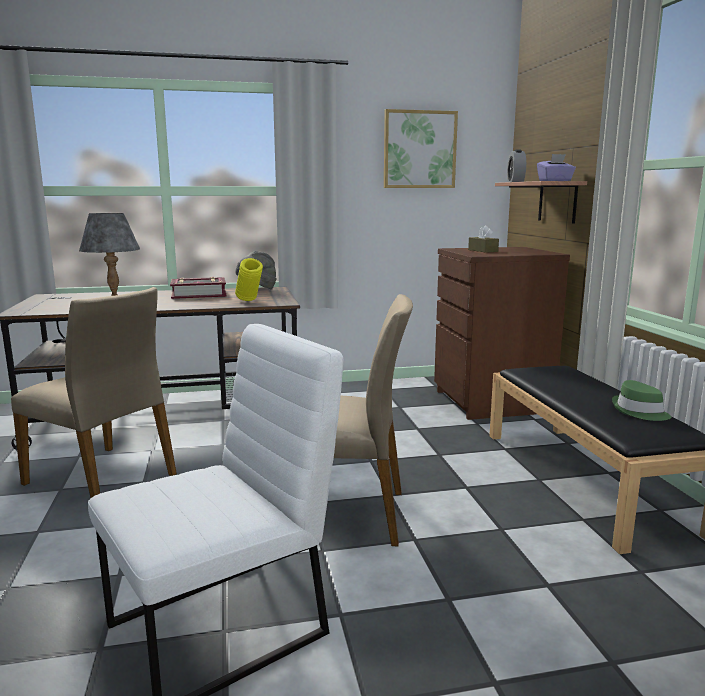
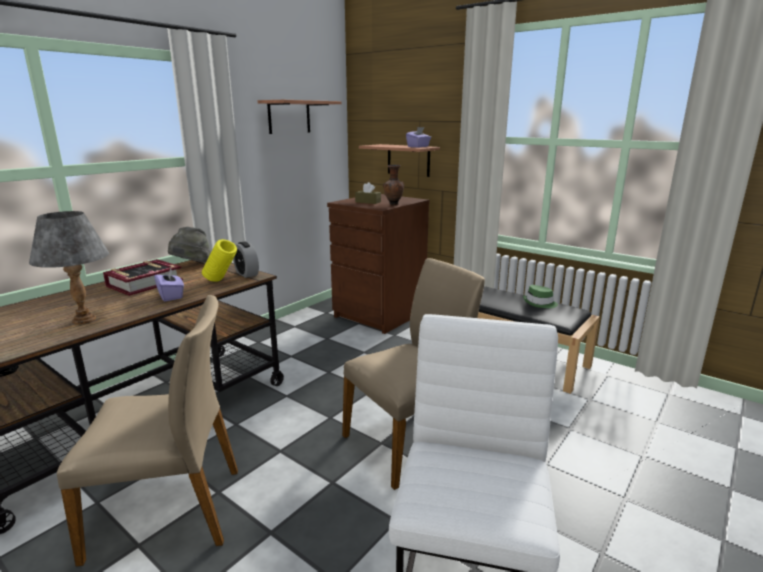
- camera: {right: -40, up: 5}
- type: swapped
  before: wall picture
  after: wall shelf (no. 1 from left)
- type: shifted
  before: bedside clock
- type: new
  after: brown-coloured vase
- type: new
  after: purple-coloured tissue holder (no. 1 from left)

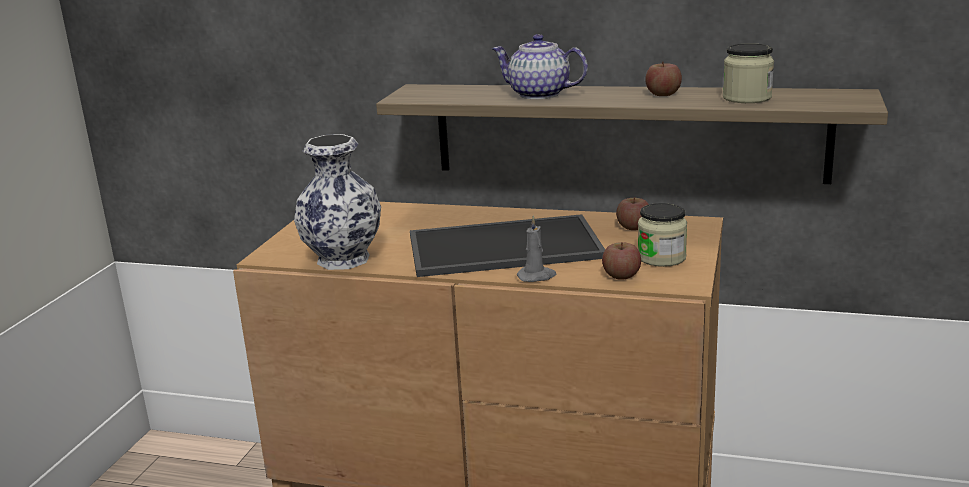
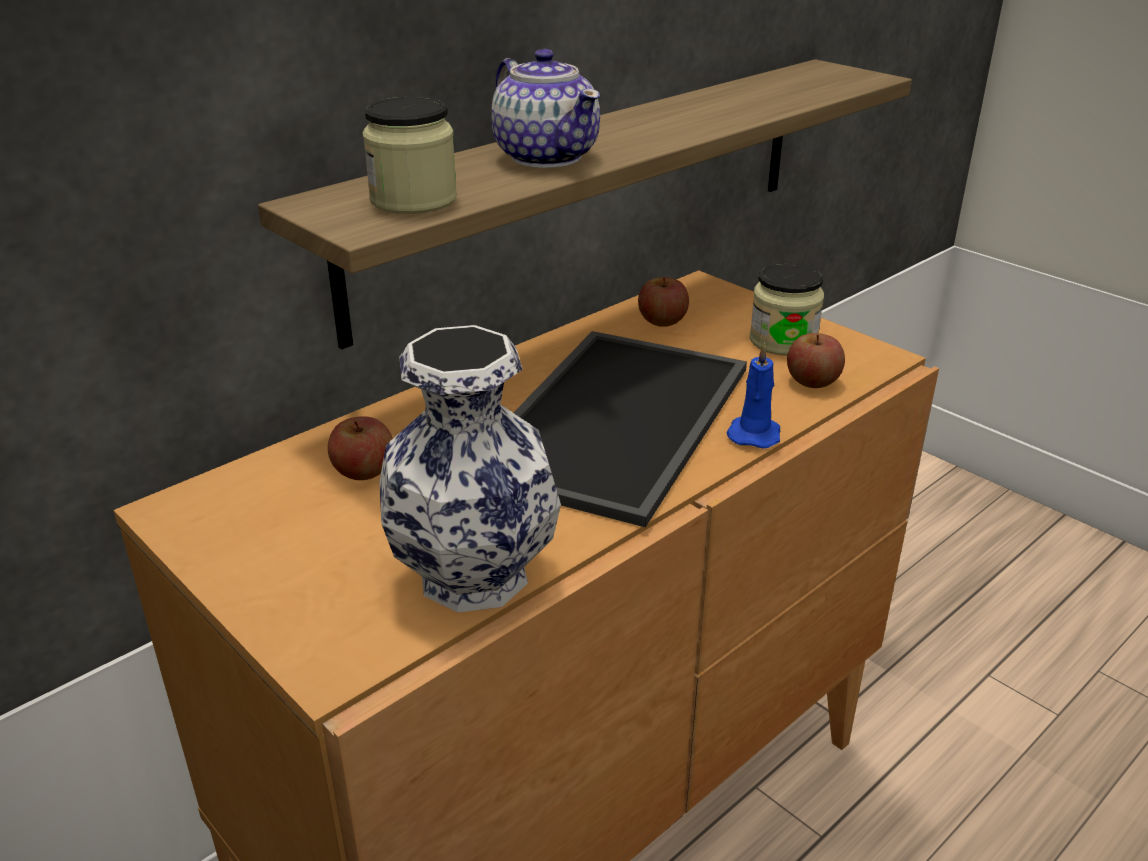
- camera: {right: -60, up: 10}
- type: rotated
  before: pot for tea
  turn: -90
- type: shifted
  before: jar (no. 2 from left in the first image)
  after: jar (no. 1 from left)
- type: shifted
  before: apple (no. 3 from left in the first image)
  after: apple (no. 1 from left)
- type: repainted
  before: gray candle
  after: bluish candle

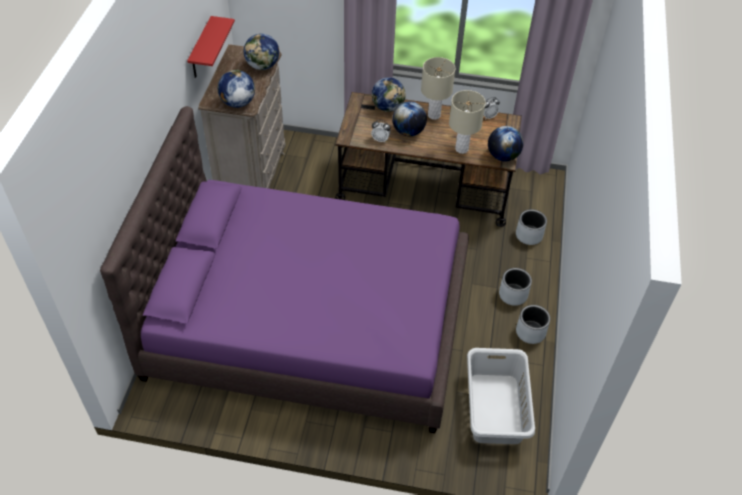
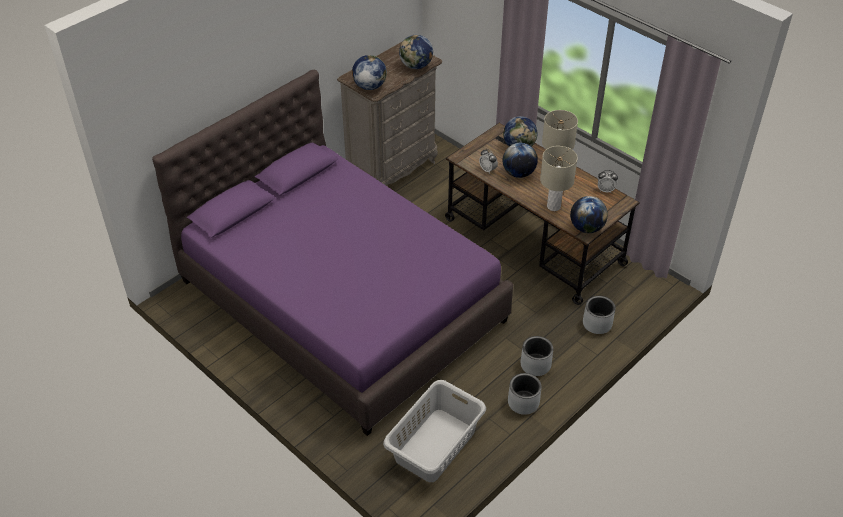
- camera: {right: 35, up: -5}
- type: gone
  before: red-coloured wall shelf

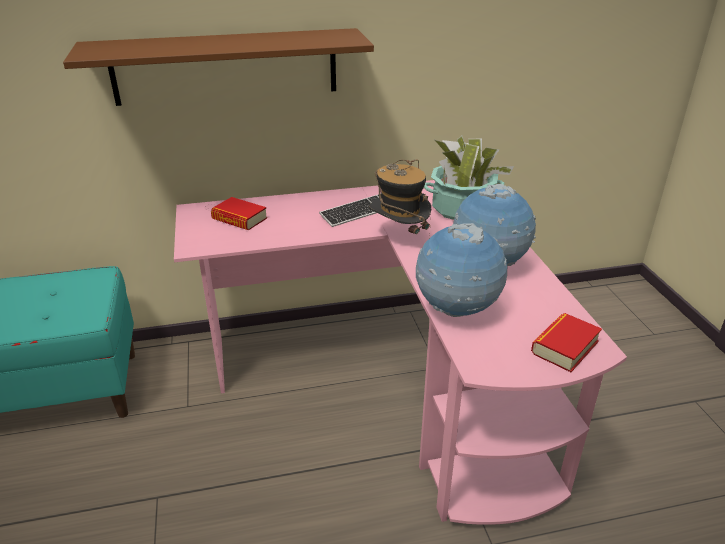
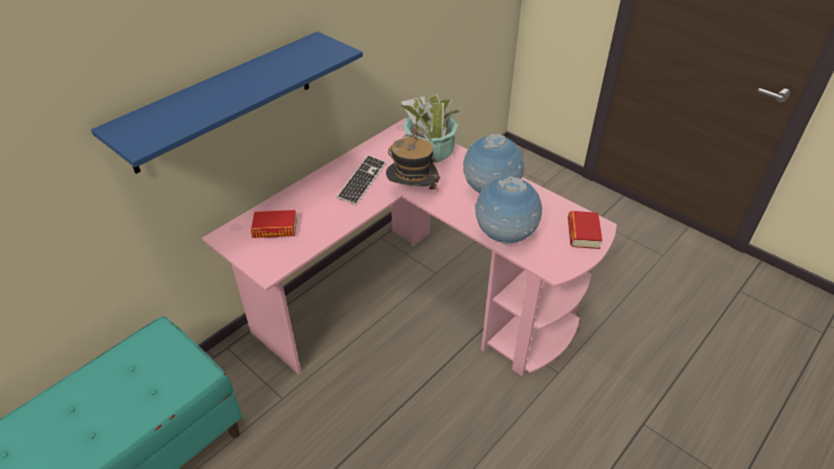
- camera: {right: -35, up: 10}
- type: repainted
  before: brown-coloured wall shelf
  after: bluish wall shelf

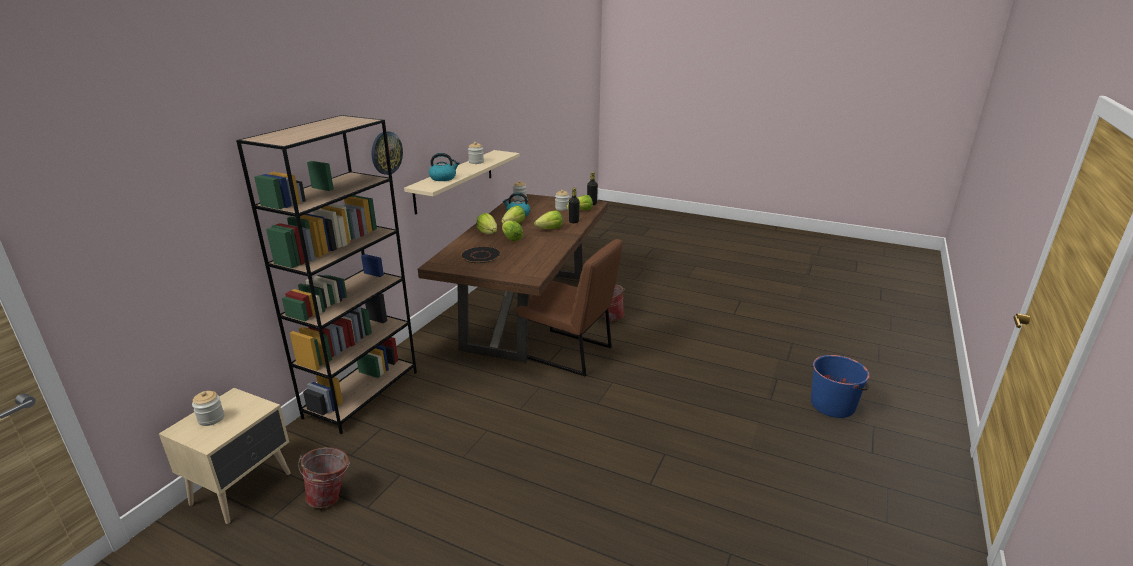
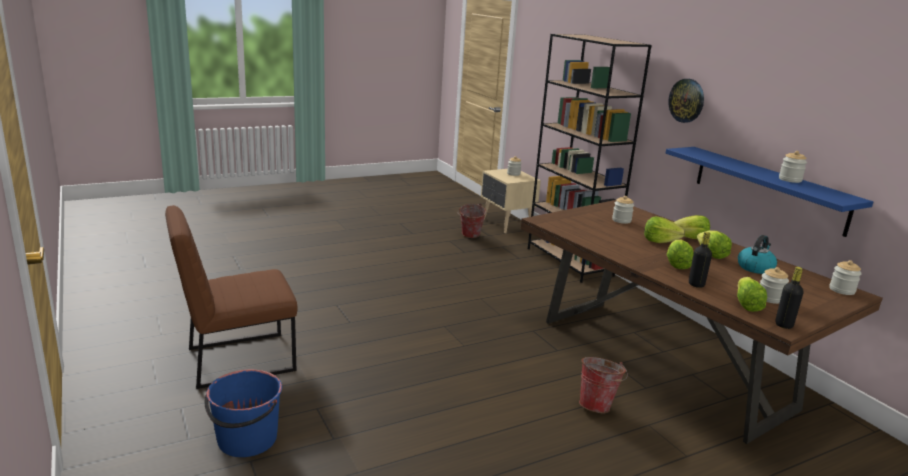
- camera: {right: 125, up: -5}
- type: repainted
  before: beige-coloured wall shelf
  after: bluish wall shelf
- type: gone
  before: water kettle (no. 1 from left)
- type: shifted
  before: brown-coloured plain chair
- type: swapped
  before: black plate
  after: jar (no. 2 from left)

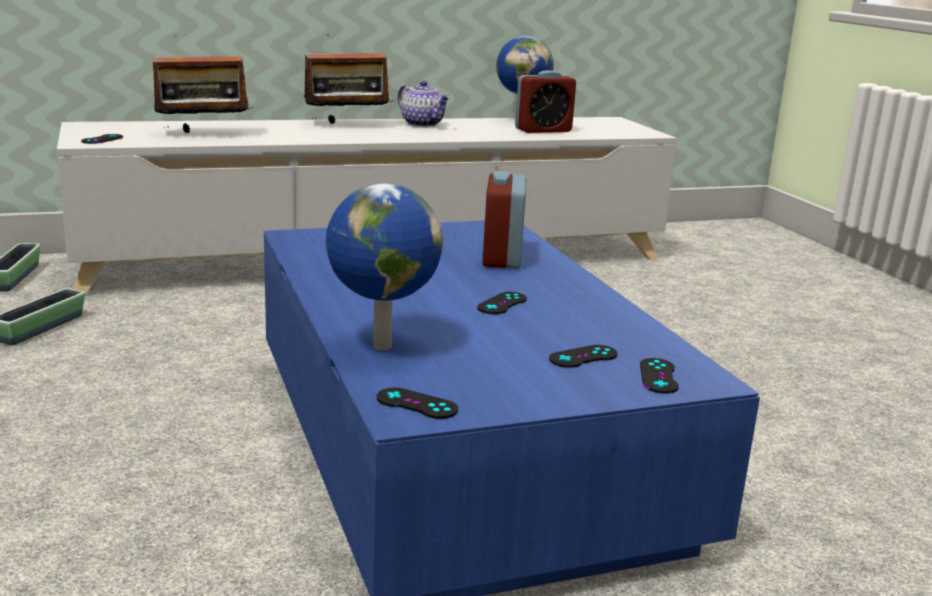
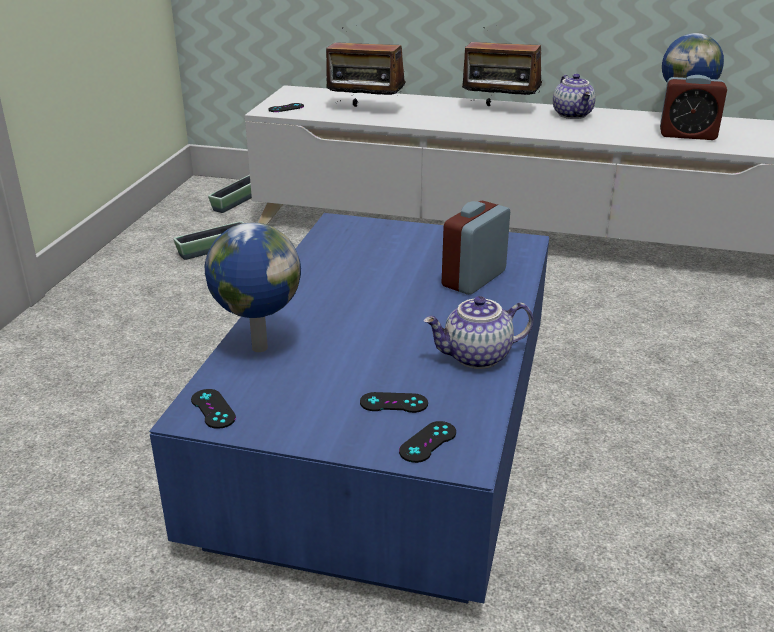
- camera: {right: 35, up: 10}
- type: gone
  before: black gamepad (no. 3 from left)
- type: new
  after: pot for tea (no. 1 from left)

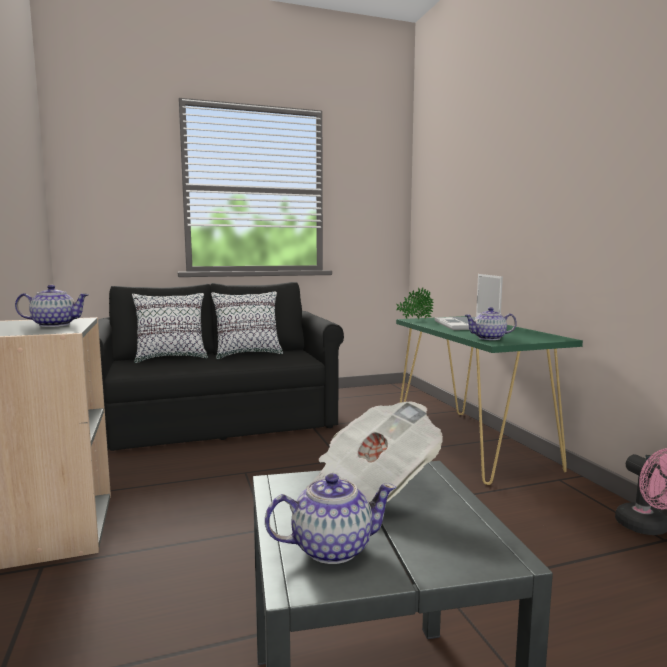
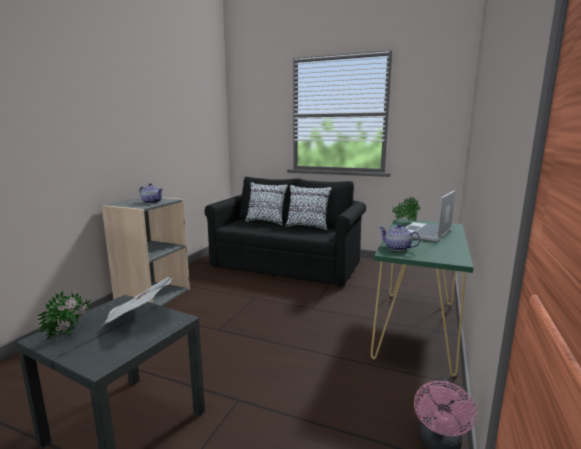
- camera: {right: 40, up: 5}
- type: swapped
  before: pot for tea (no. 2 from left)
  after: houseplant (no. 1 from left)

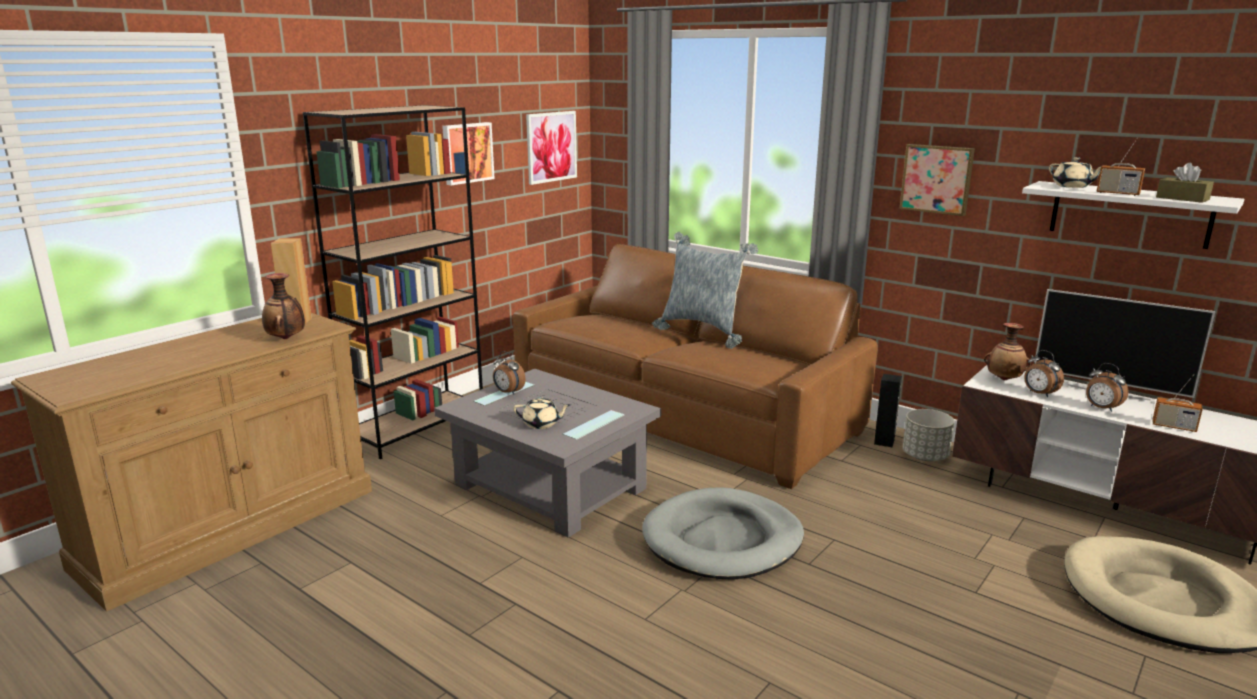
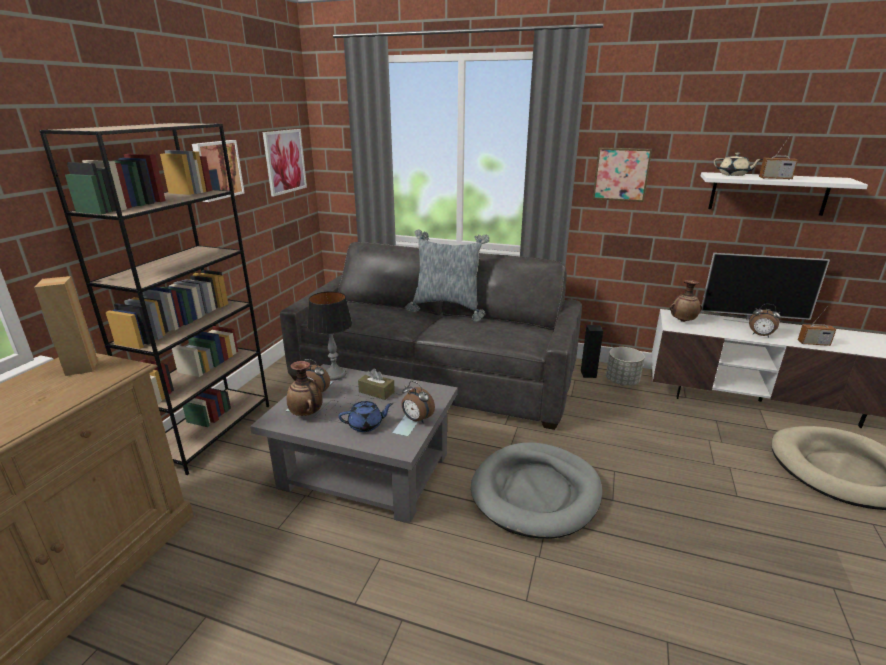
- camera: {right: -20, up: 5}
- type: shifted
  before: brown-coloured tissue holder
- type: repainted
  before: brown-coloured sofa
  after: gray sofa
- type: shifted
  before: vase (no. 1 from left)
- type: shifted
  before: bedside clock (no. 2 from left)
- type: repainted
  before: beige-coloured pot for tea (no. 1 from left)
  after: bluish pot for tea
- type: new
  after: table lamp

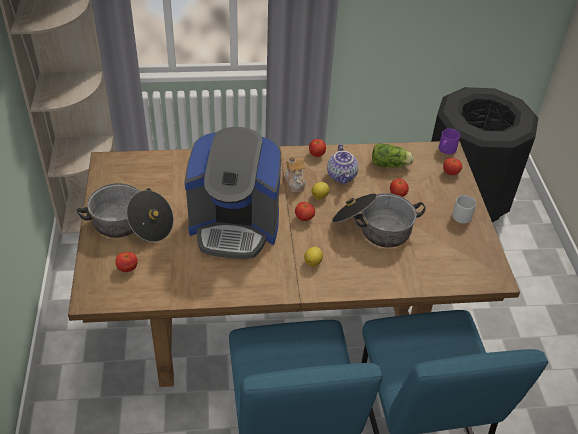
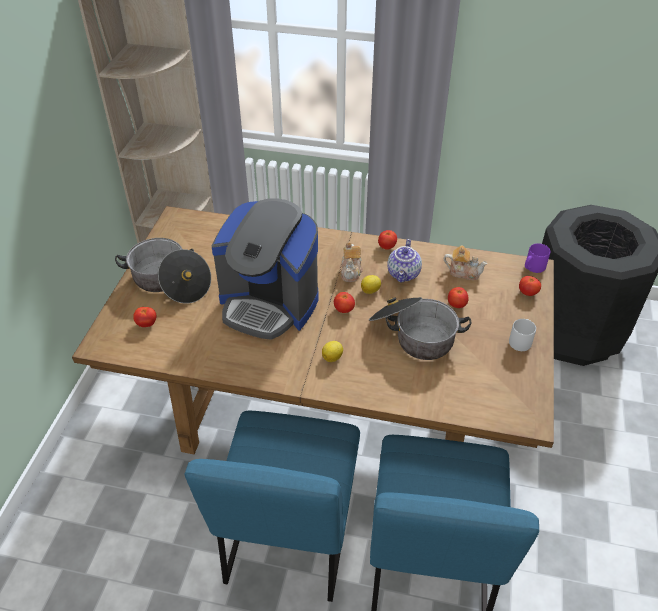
- camera: {right: 20, up: 0}
- type: swapped
  before: head of lettuce
  after: pot for tea (no. 3 from left)

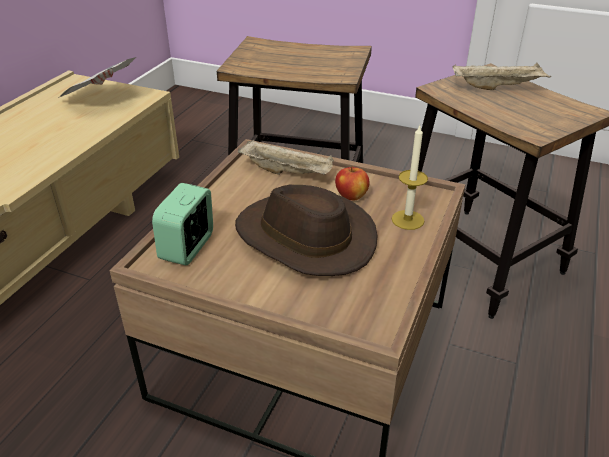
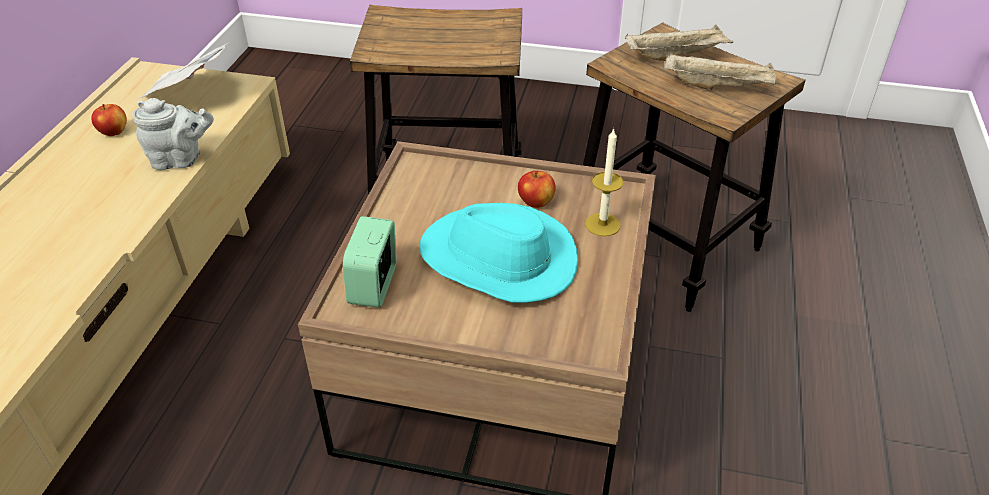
- camera: {right: -10, up: 5}
- type: shifted
  before: beige-coloured tray (no. 1 from left in the first image)
  after: beige-coloured tray (no. 2 from left)
- type: repainted
  before: brown-coloured clothing hat
  after: blue-green clothing hat
- type: new
  after: gray pot for tea
- type: new
  after: apple (no. 1 from left)

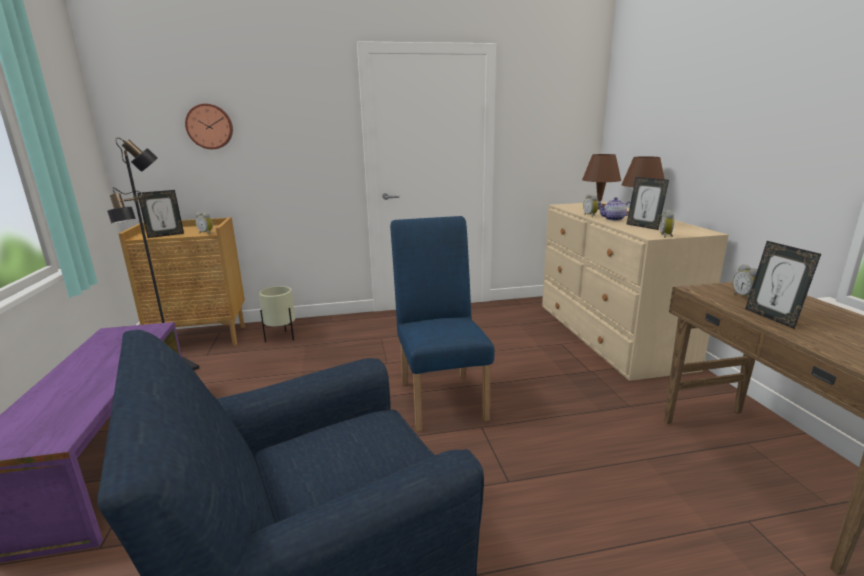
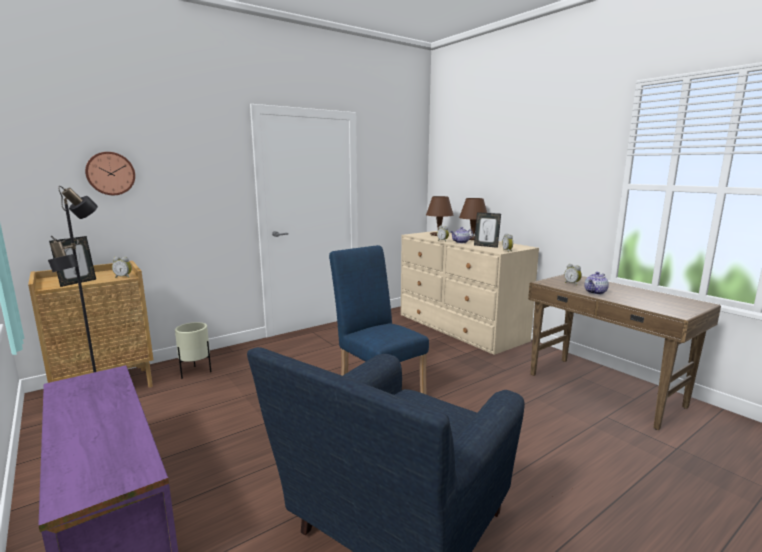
- camera: {right: -25, up: -5}
- type: swapped
  before: photo frame (no. 3 from left)
  after: pot for tea (no. 2 from left)

